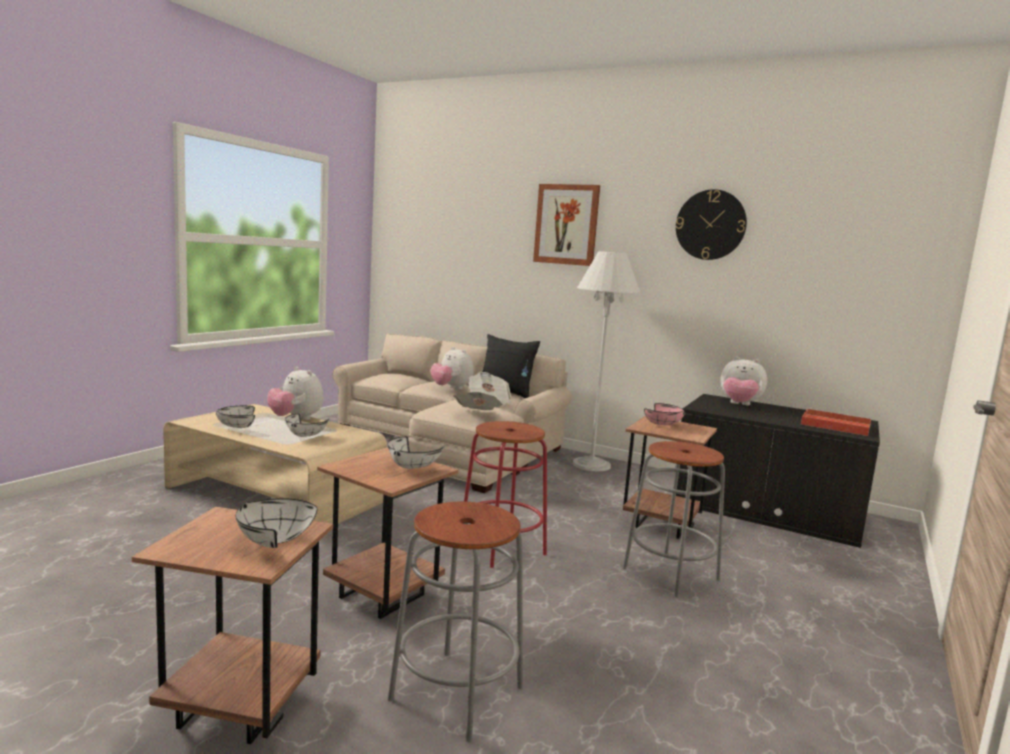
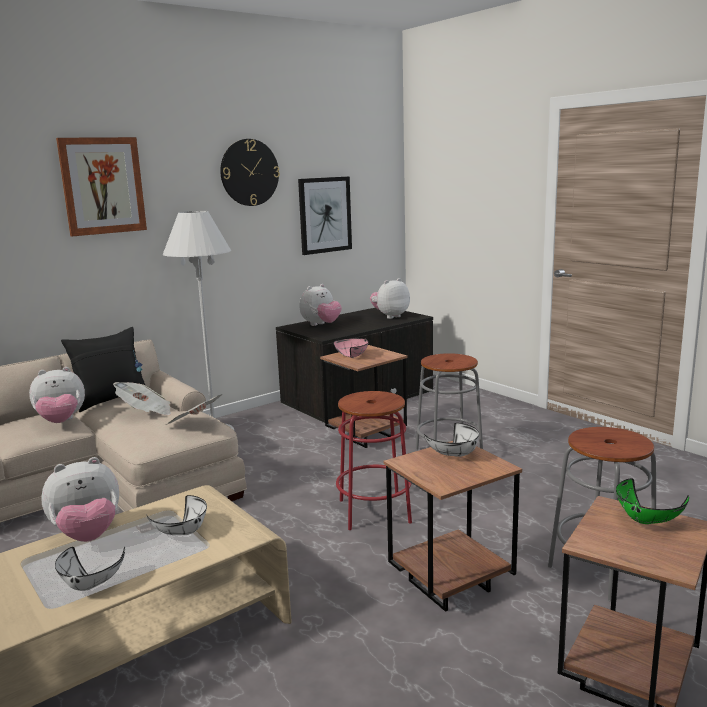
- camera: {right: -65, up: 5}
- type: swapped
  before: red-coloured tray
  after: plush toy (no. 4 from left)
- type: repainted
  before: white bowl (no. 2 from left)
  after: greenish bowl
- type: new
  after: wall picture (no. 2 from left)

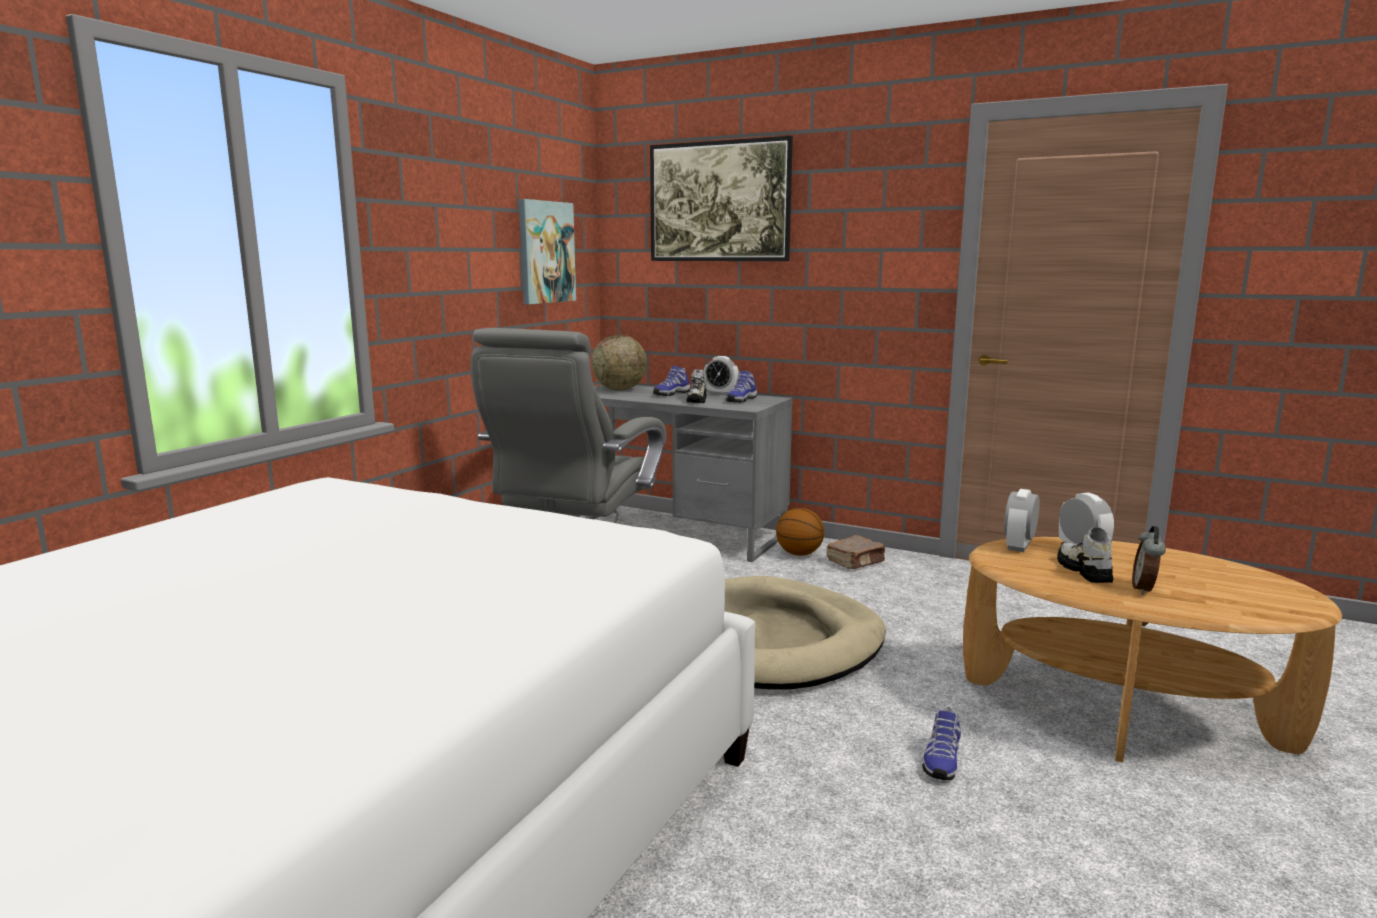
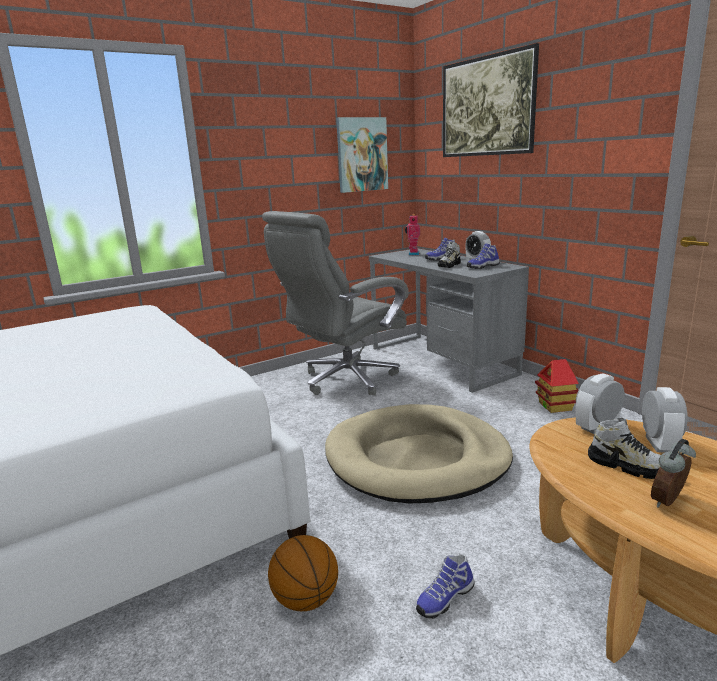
- camera: {right: 30, up: 5}
- type: swapped
  before: globe
  after: robot figure
- type: shifted
  before: basketball
- type: rotated
  before: item of footwear (no. 5 from left)
  turn: 105
- type: swapped
  before: brown-coloured bound book
  after: model house

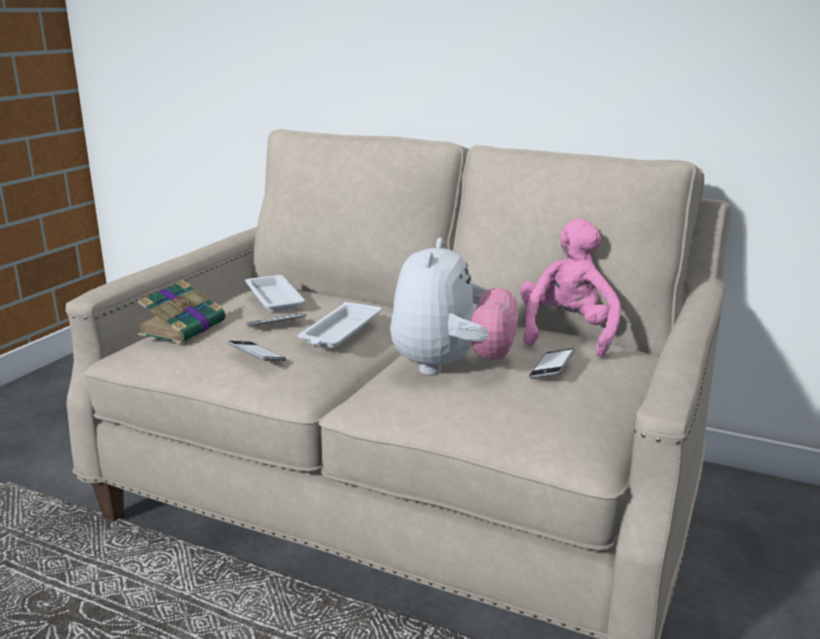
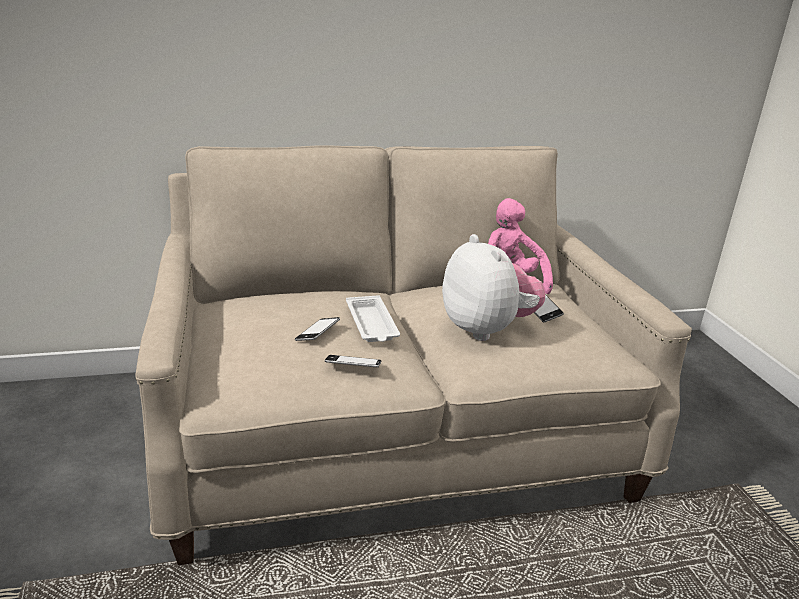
- camera: {right: -40, up: 5}
- type: gone
  before: white tray (no. 1 from left)
- type: gone
  before: bound book

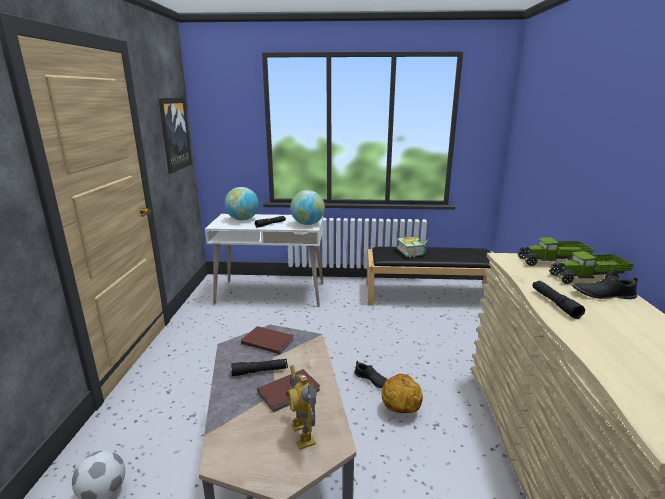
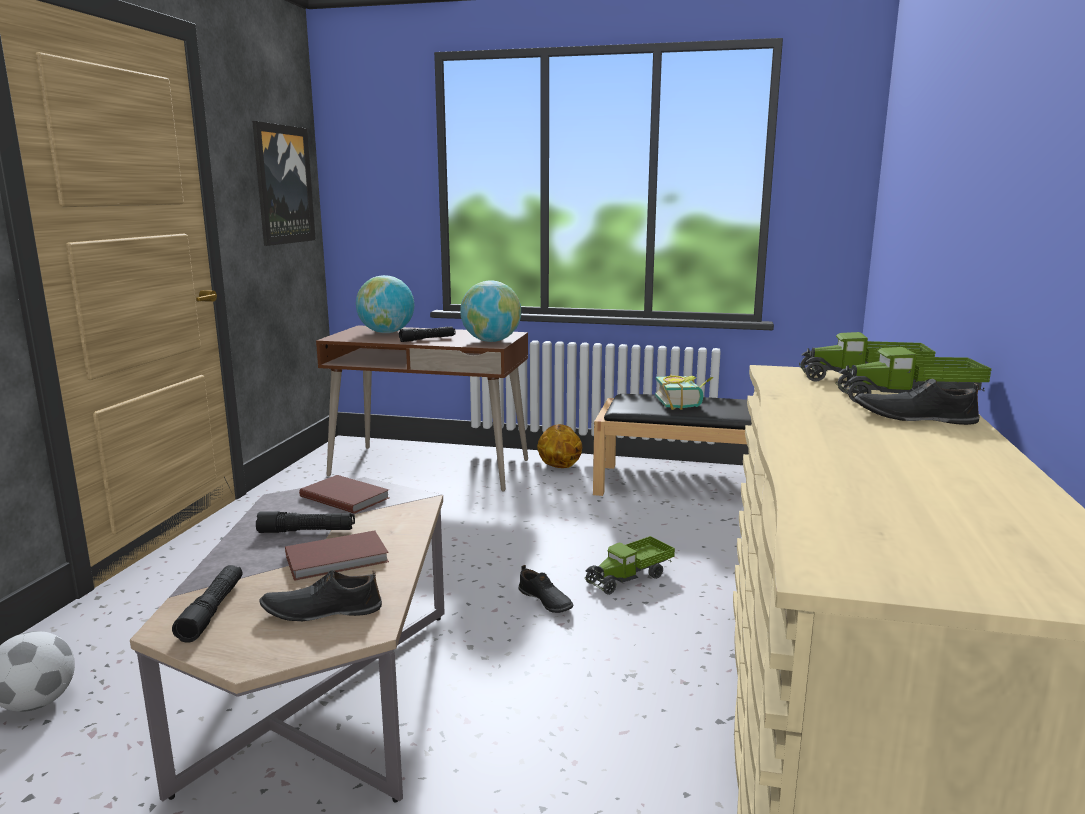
- camera: {right: 10, up: -5}
- type: repainted
  before: white desk table
  after: brown-coloured desk table
- type: shifted
  before: black hand torch (no. 3 from left in the first image)
  after: black hand torch (no. 1 from left)
- type: swapped
  before: robot figure
  after: black item of footwear (no. 1 from left)
- type: shifted
  before: basketball
- type: new
  after: toy lorry (no. 1 from left)

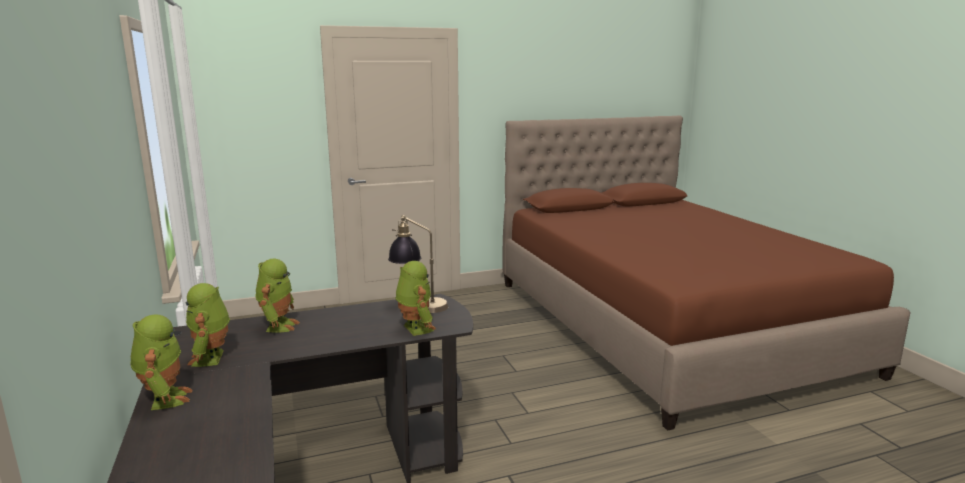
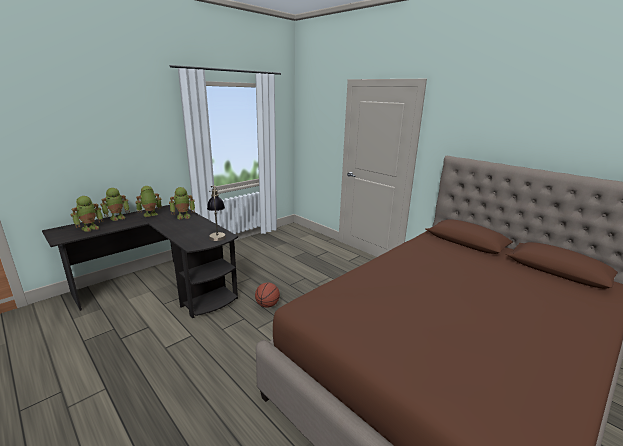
- camera: {right: 65, up: 5}
- type: shifted
  before: robot figure (no. 4 from left in the first image)
  after: robot figure (no. 1 from left)
- type: new
  after: basketball

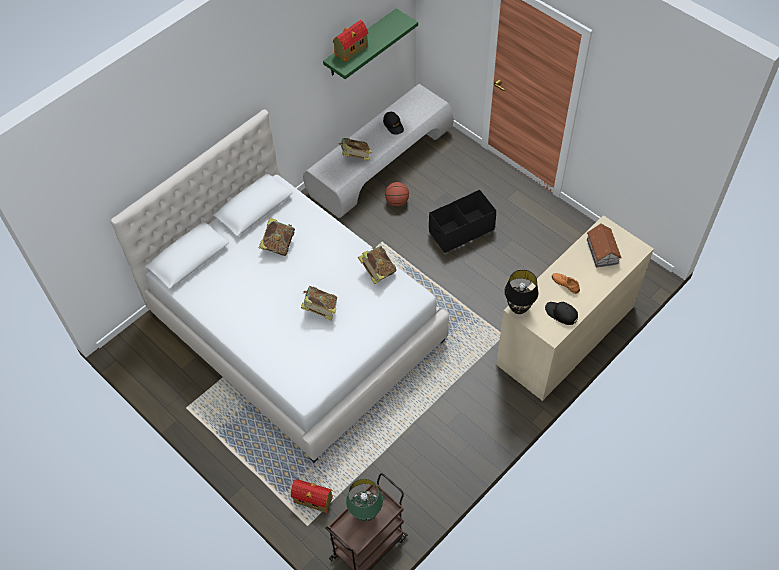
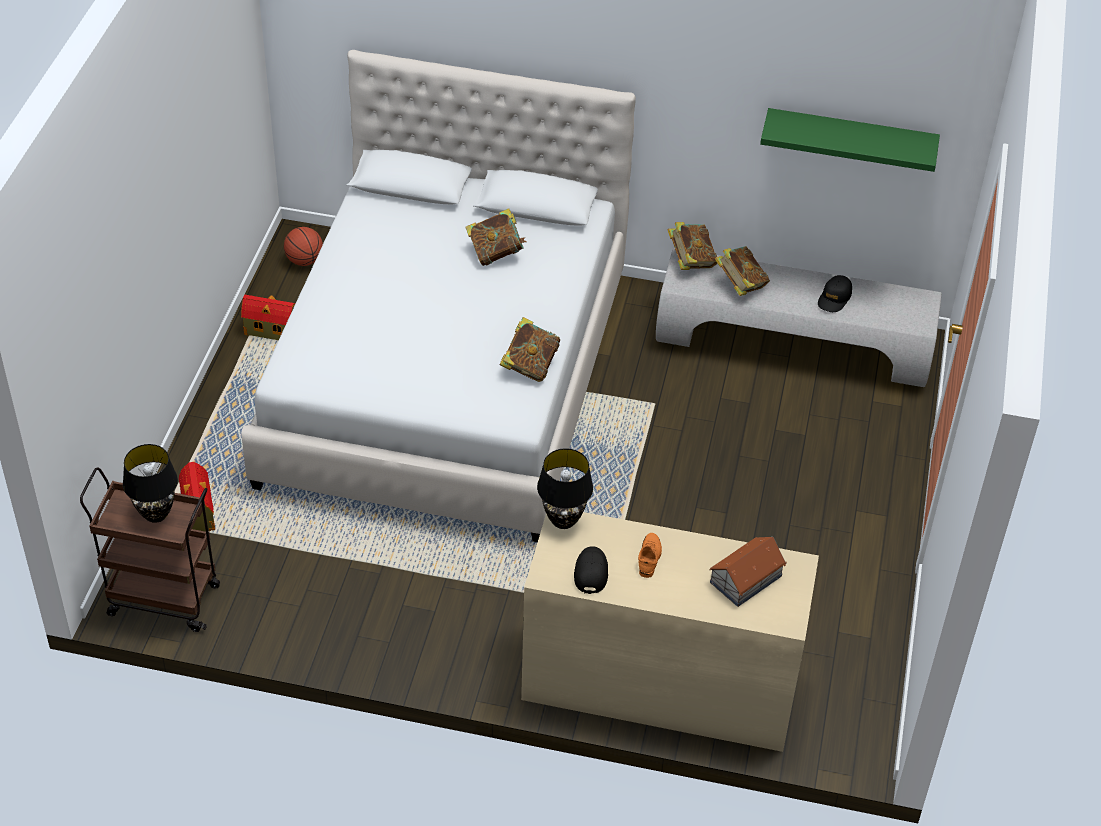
- camera: {right: 55, up: -10}
- type: shifted
  before: model house (no. 2 from left)
- type: shifted
  before: basketball
- type: gone
  before: black storage bin
- type: shifted
  before: bound book (no. 2 from left in the first image)
  after: bound book (no. 3 from left)
- type: repainted
  before: greenish table lamp
  after: black table lamp (no. 1 from left)

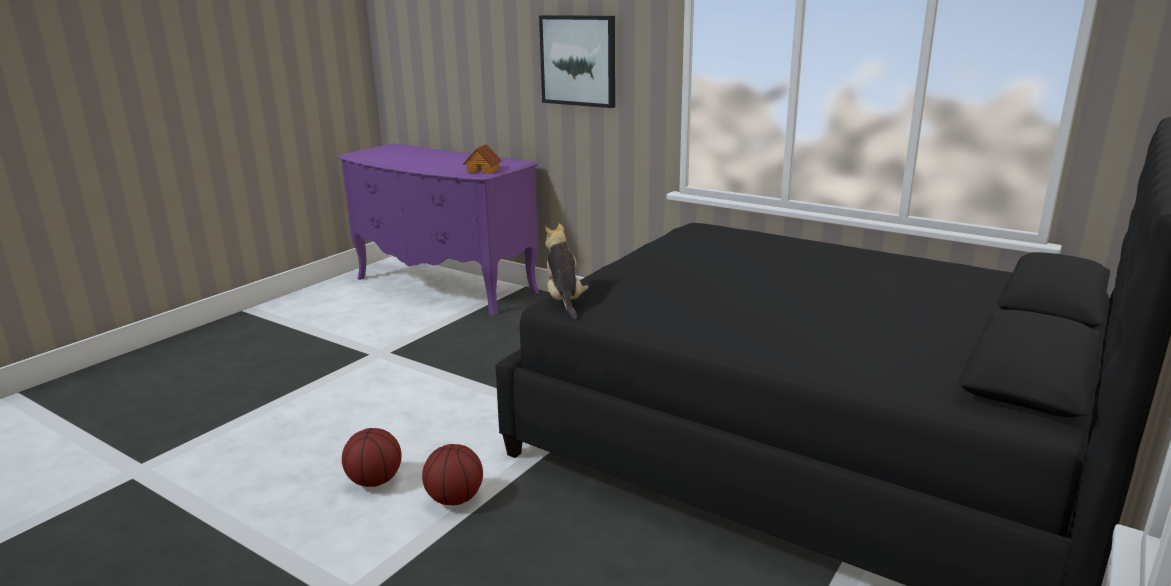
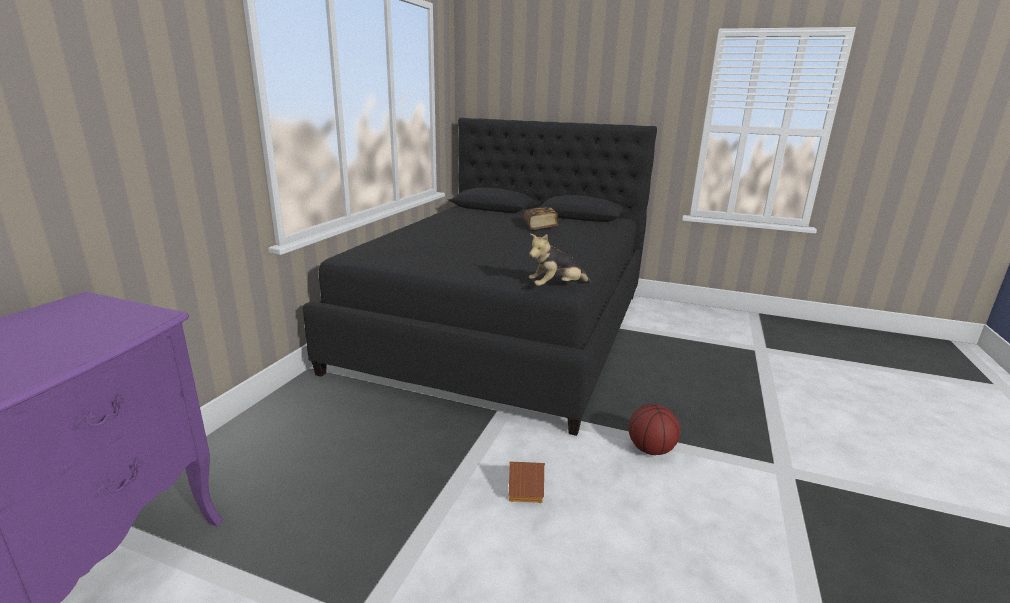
- camera: {right: -105, up: 0}
- type: gone
  before: wall picture
- type: shifted
  before: model house
- type: gone
  before: basketball (no. 1 from left)
- type: new
  after: bound book

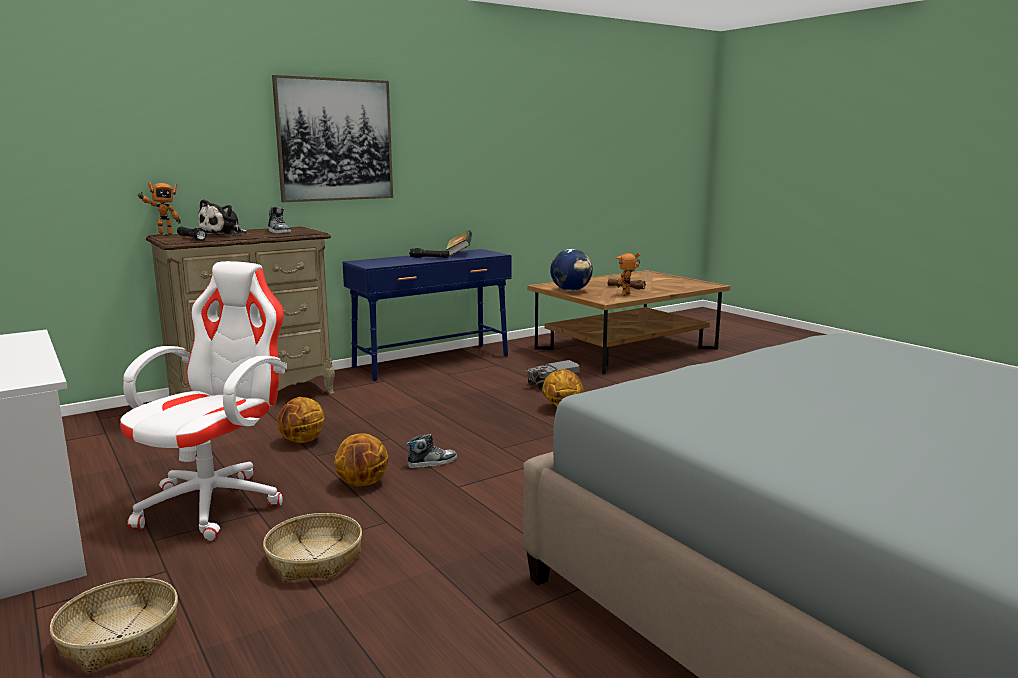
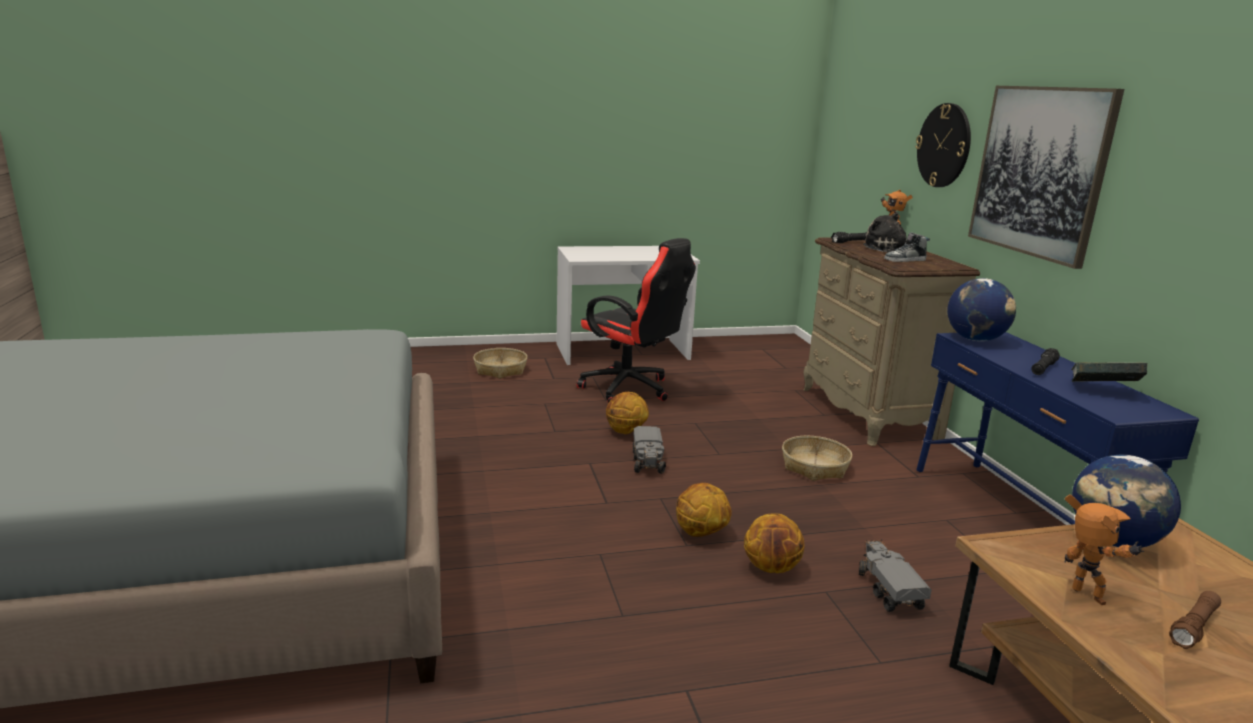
- camera: {right: 110, up: 5}
- type: repainted
  before: white computer chair
  after: black computer chair
- type: shifted
  before: basketball (no. 1 from left in the first image)
  after: basketball (no. 2 from left)
- type: swapped
  before: item of footwear (no. 2 from left)
  after: toy lorry (no. 1 from left)
- type: shifted
  before: household basket (no. 2 from left)
- type: new
  after: wall clock
- type: new
  after: globe (no. 1 from left)

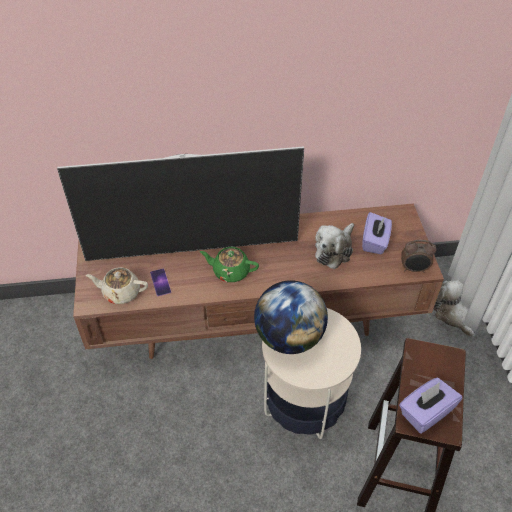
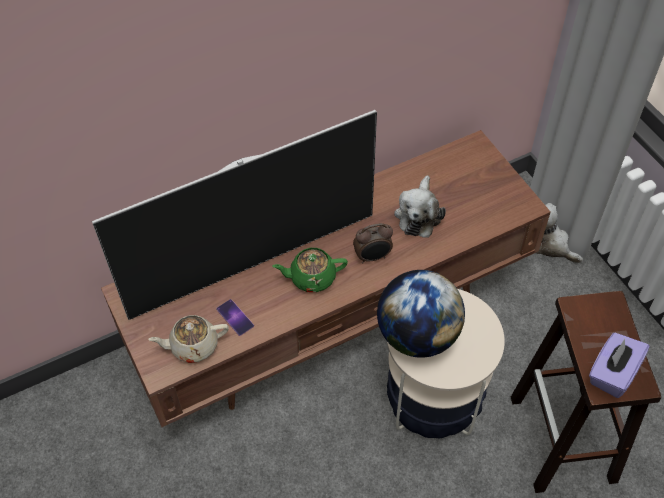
- camera: {right: -20, up: 5}
- type: gone
  before: purple-coloured tissue holder (no. 1 from left)
- type: shifted
  before: bedside clock

